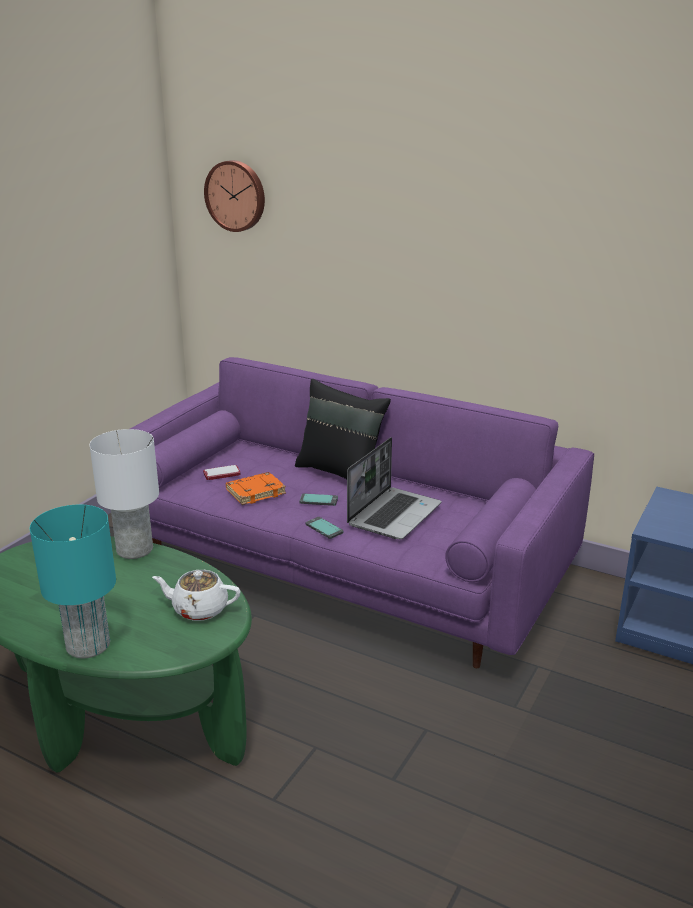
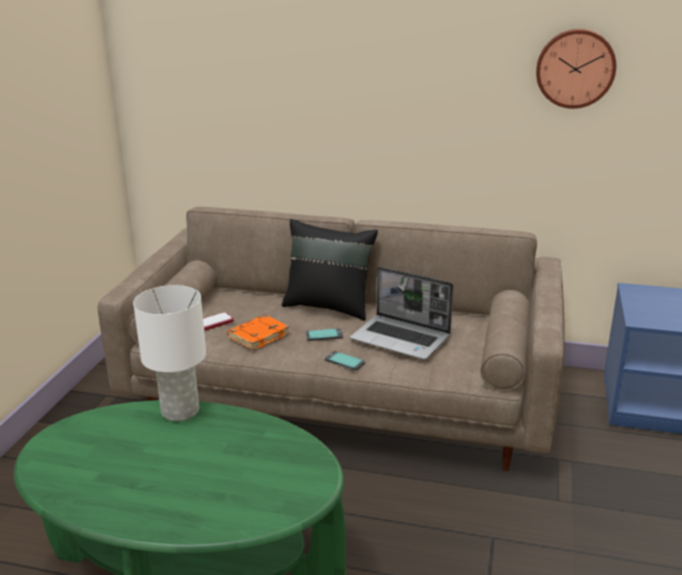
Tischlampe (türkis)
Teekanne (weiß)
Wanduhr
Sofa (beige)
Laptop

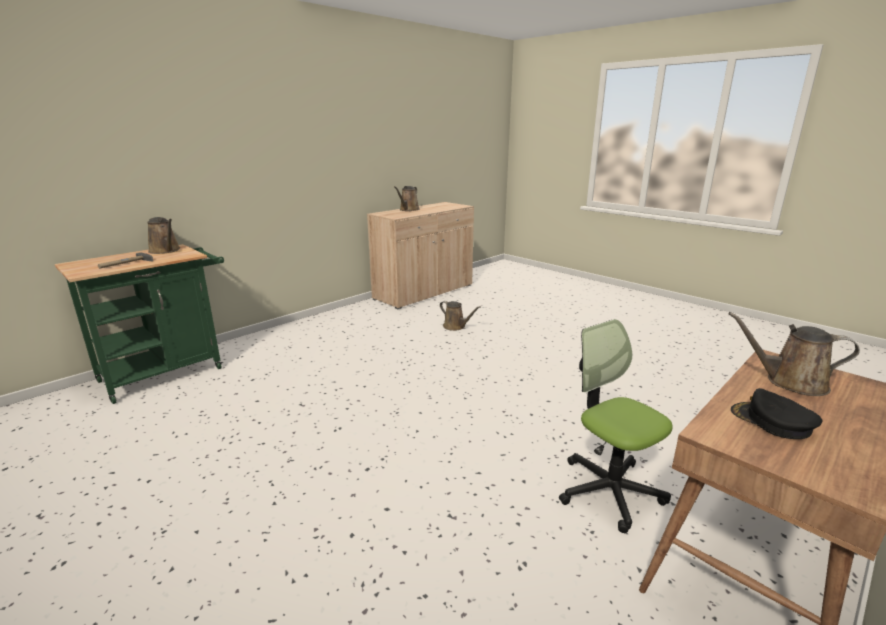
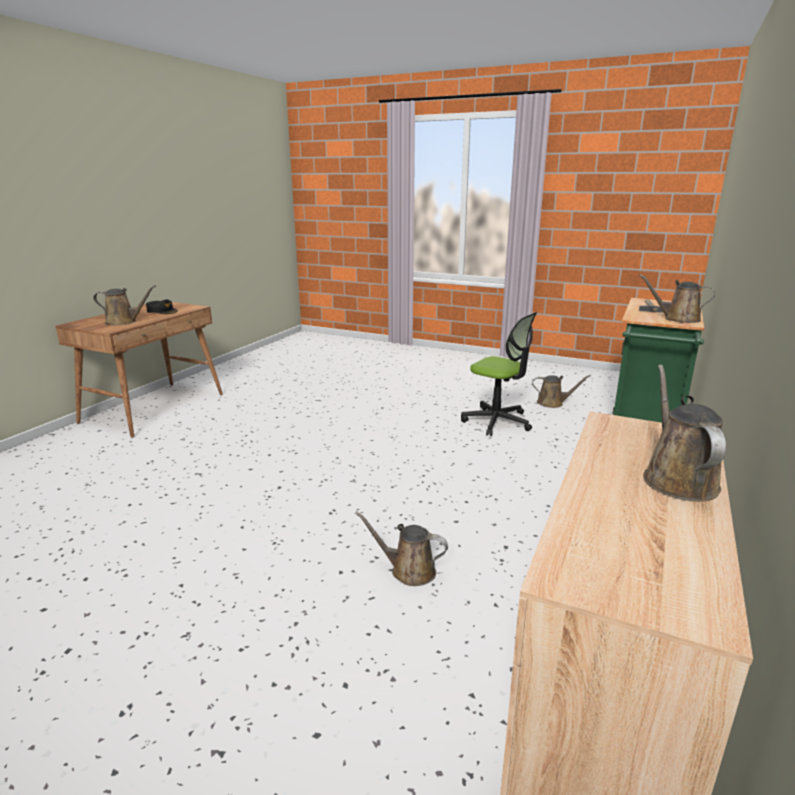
Gießkanne (braun) (3rd from left)
Bürostuhl

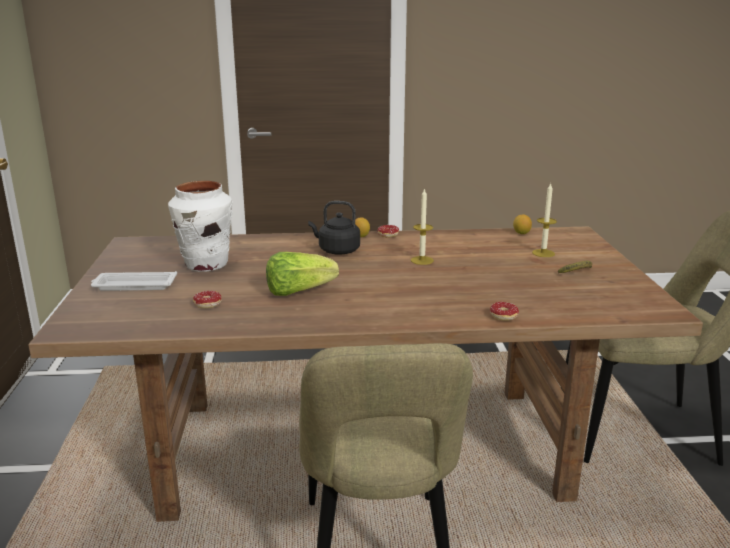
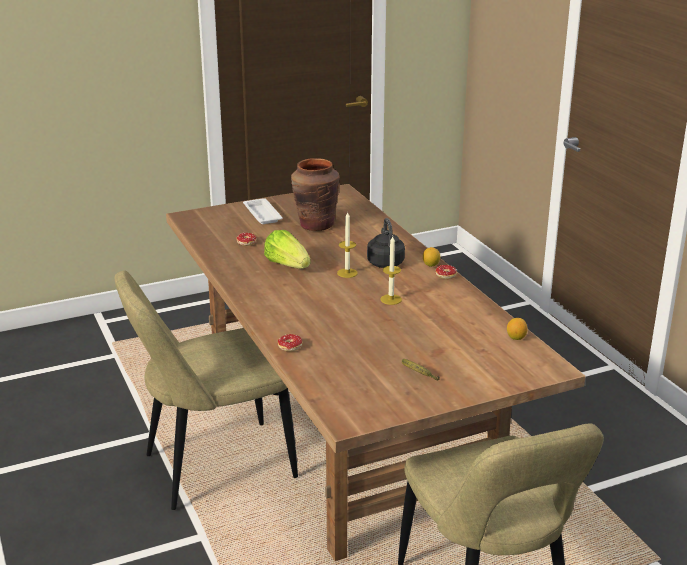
Kerze (1st from left)
Vase (braun)

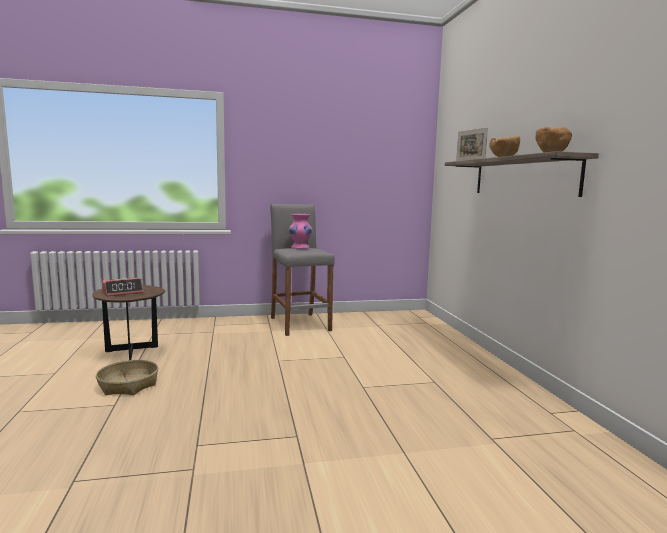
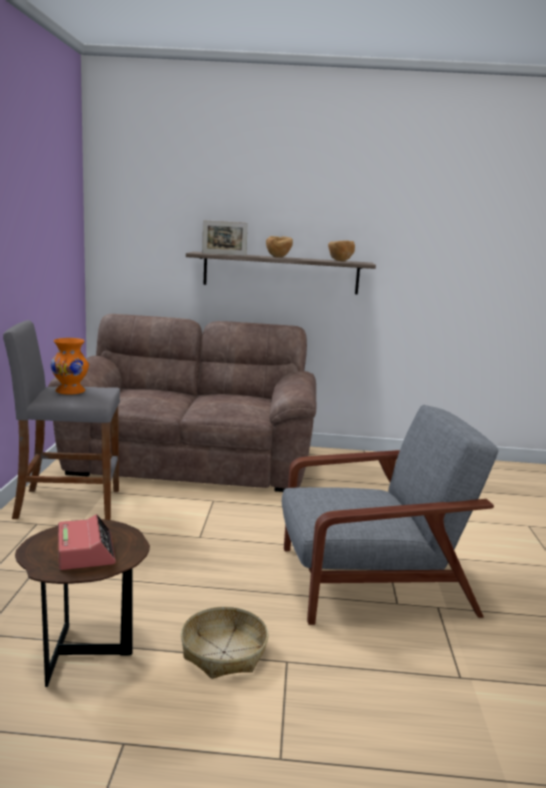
Sofa (braun)
Sessel (grau)
Vase (orange)

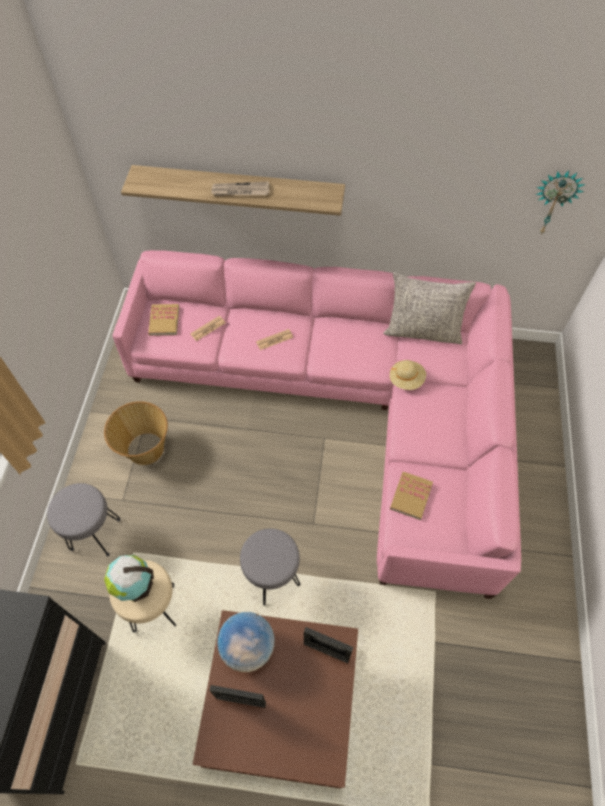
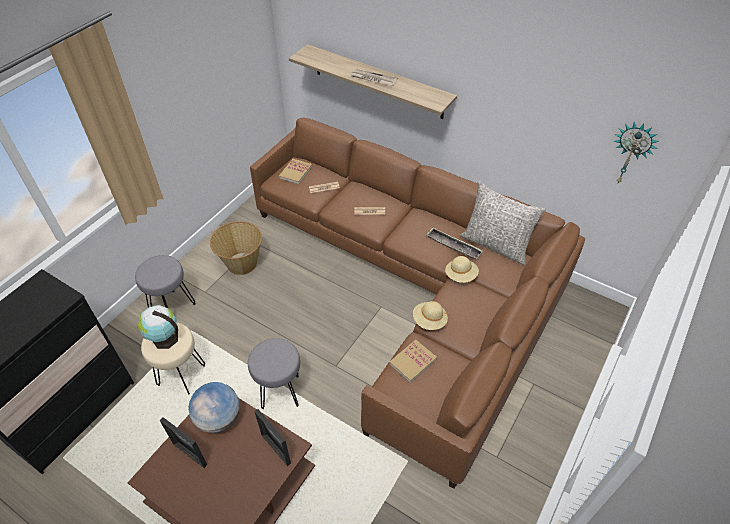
Hut (beige) (1st from left)
Tablett
Sofa (braun)

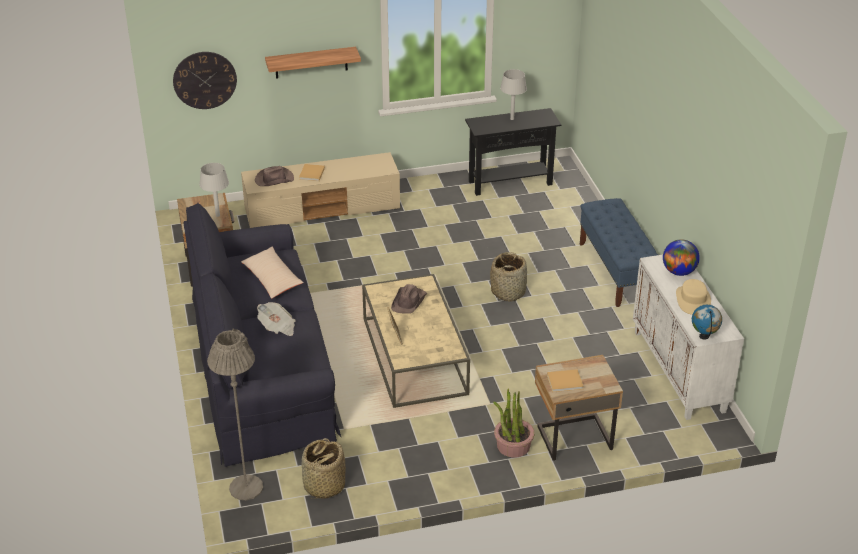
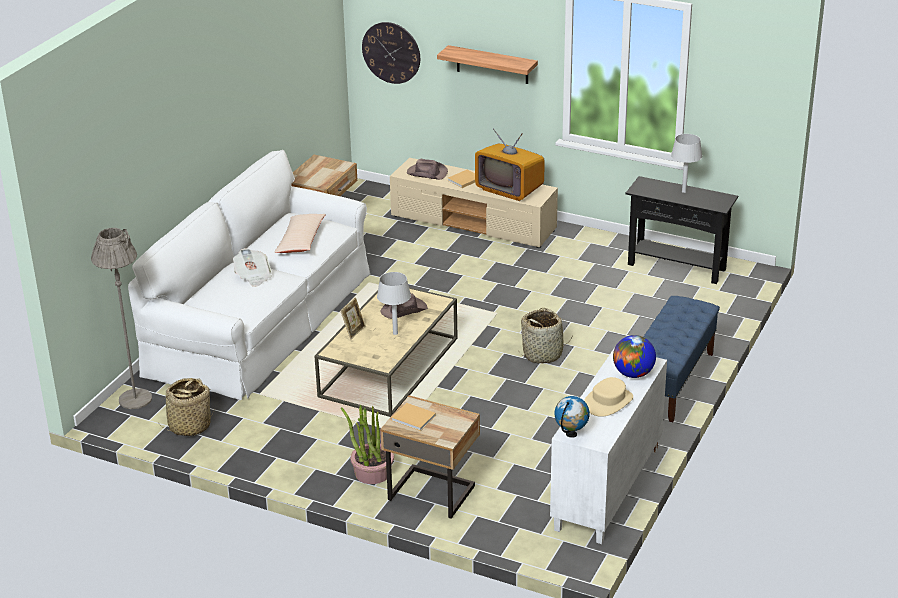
Fernseher
Tischlampe (grau) (1st from left)
Sofa (weiß)

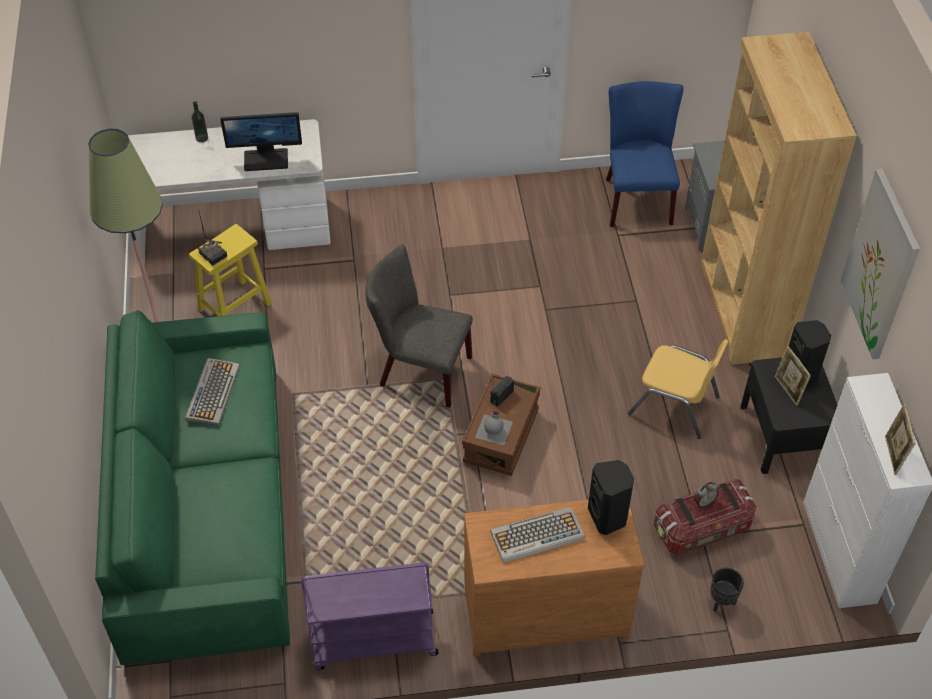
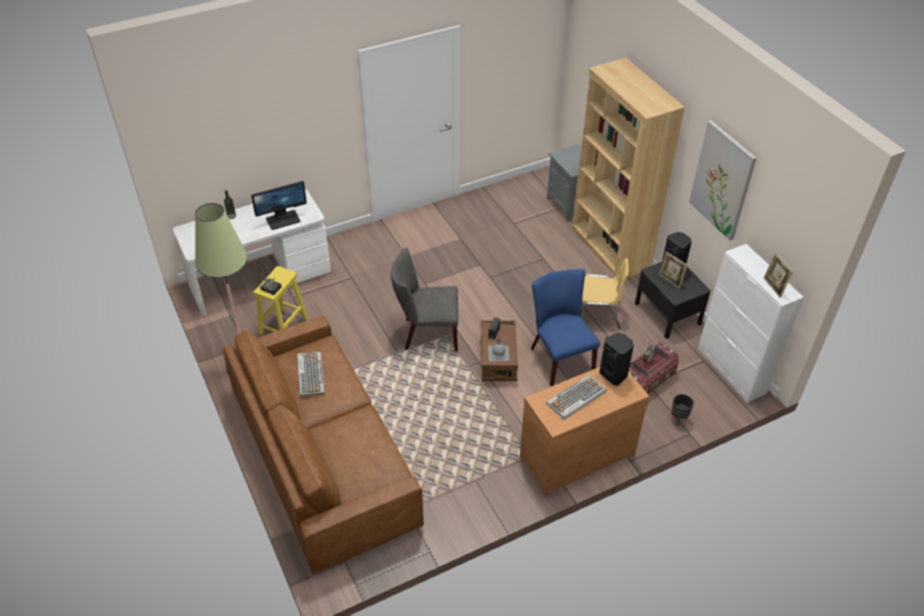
Rollwagen (lila)
Stuhl (blau)
Sofa (braun)

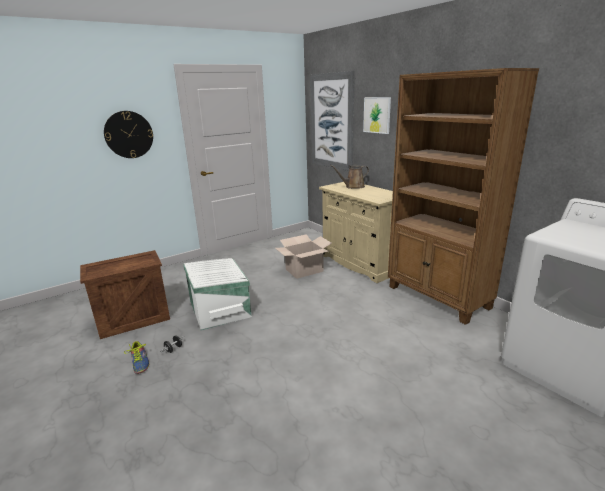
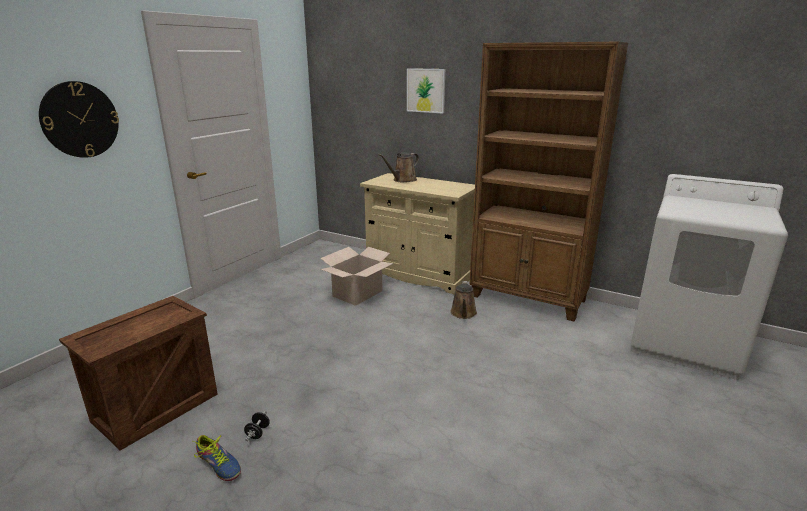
Aufbewahrungsbox (weiß)
Bild (1st from left in the first image)
Gießkanne (braun) (2nd from left)

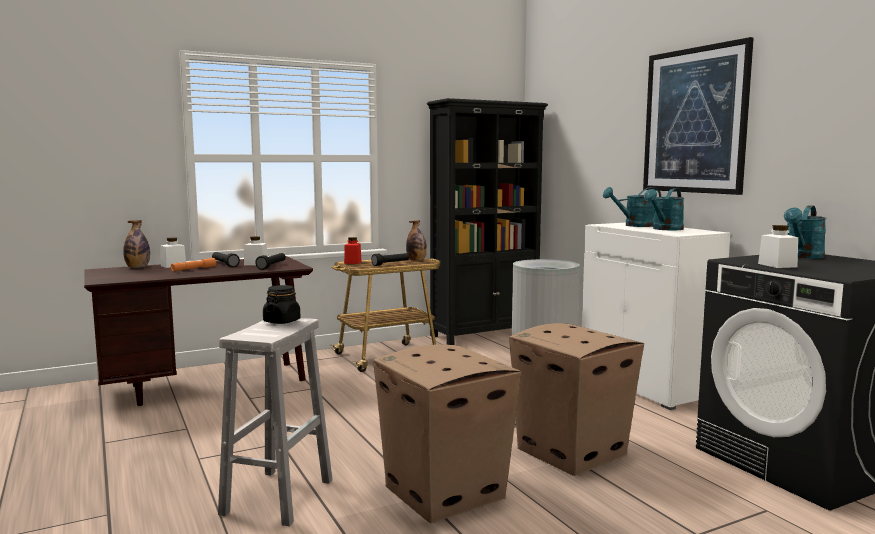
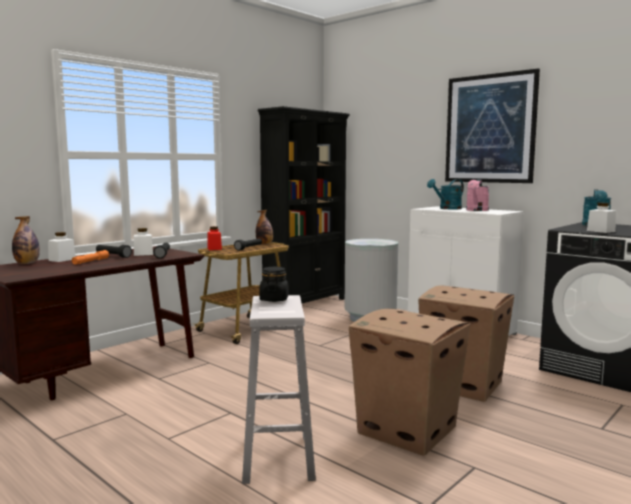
Gießkanne (rosa)

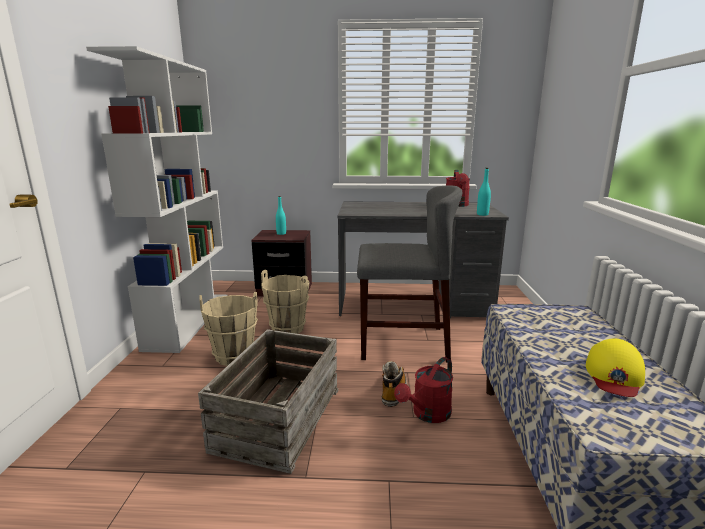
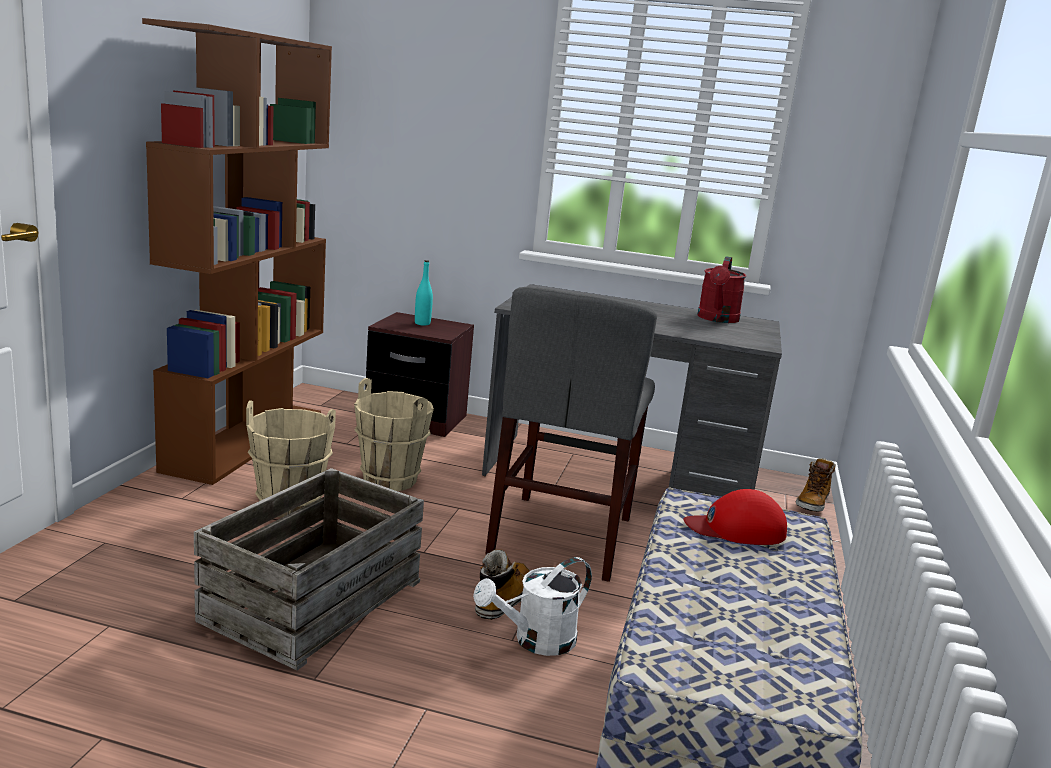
Flasche (türkis) (2nd from left in the first image)
Kappe (gelb)
Kappe (rot)
Stiefel (2nd from left)
Bücherregal (braun)
Gießkanne (weiß)
Stuhl (grau)

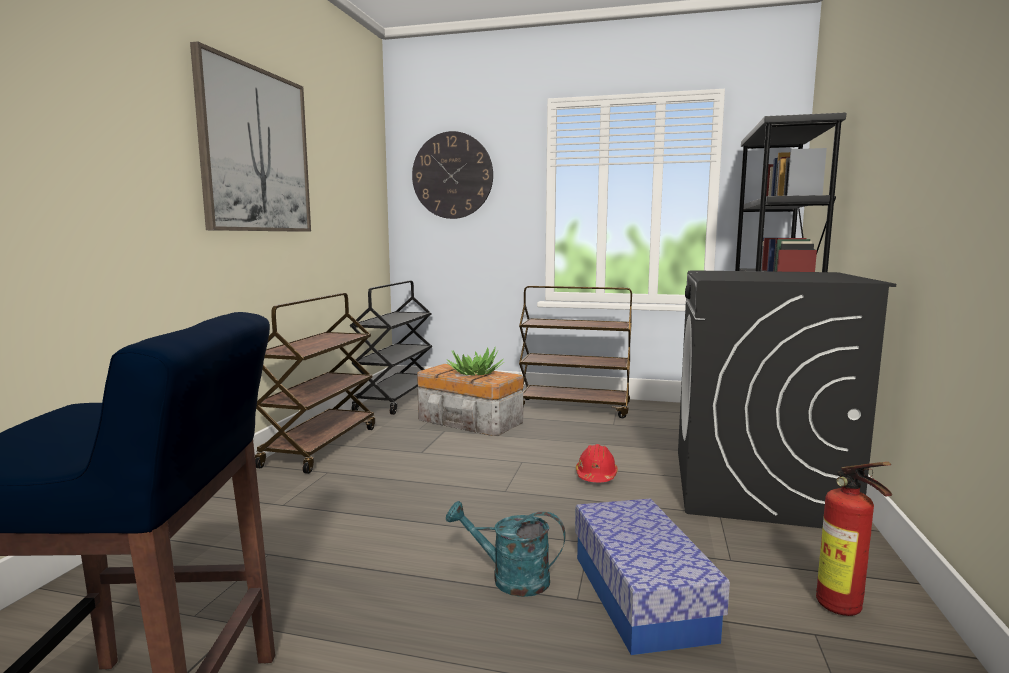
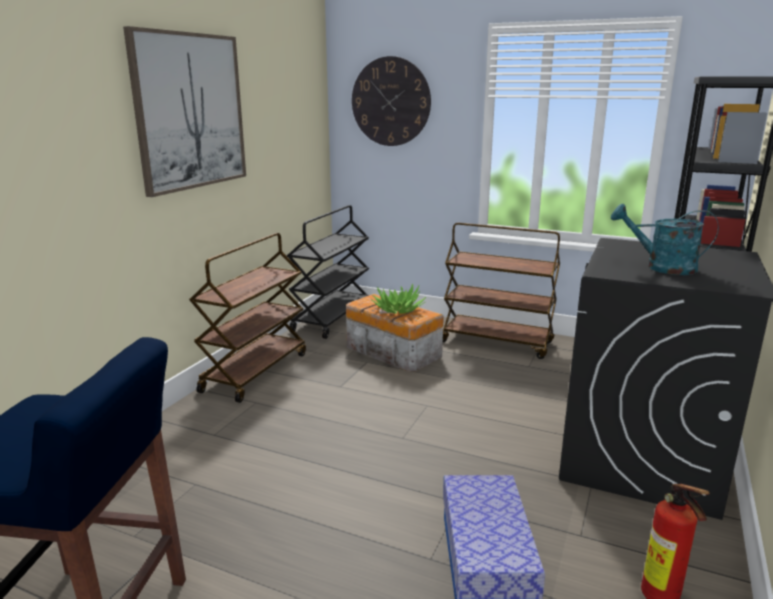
Schutzhelm (rot)
Gießkanne (türkis)

